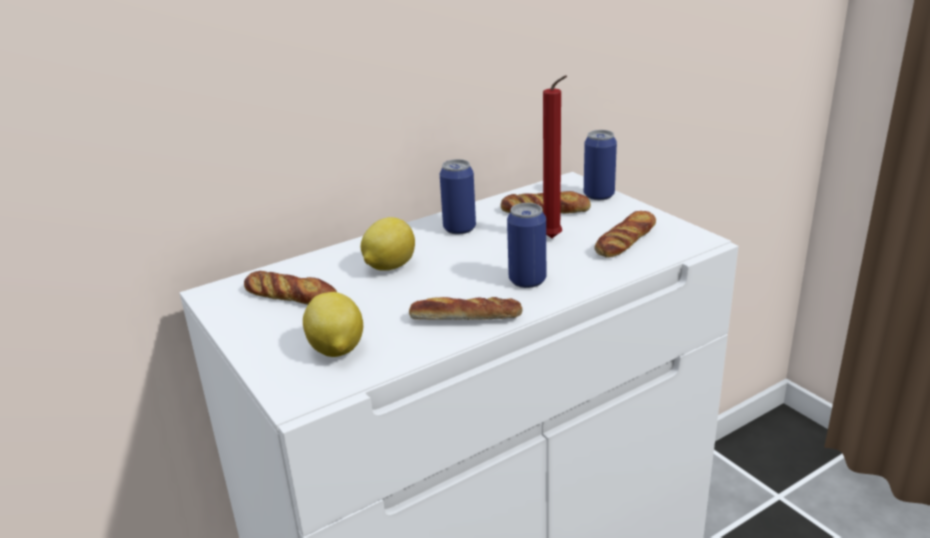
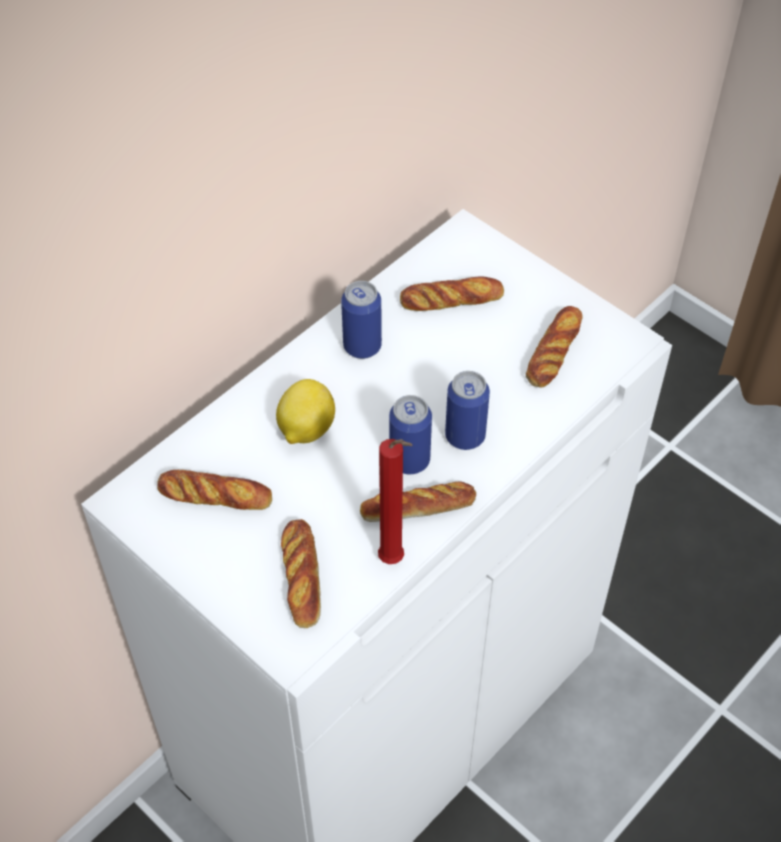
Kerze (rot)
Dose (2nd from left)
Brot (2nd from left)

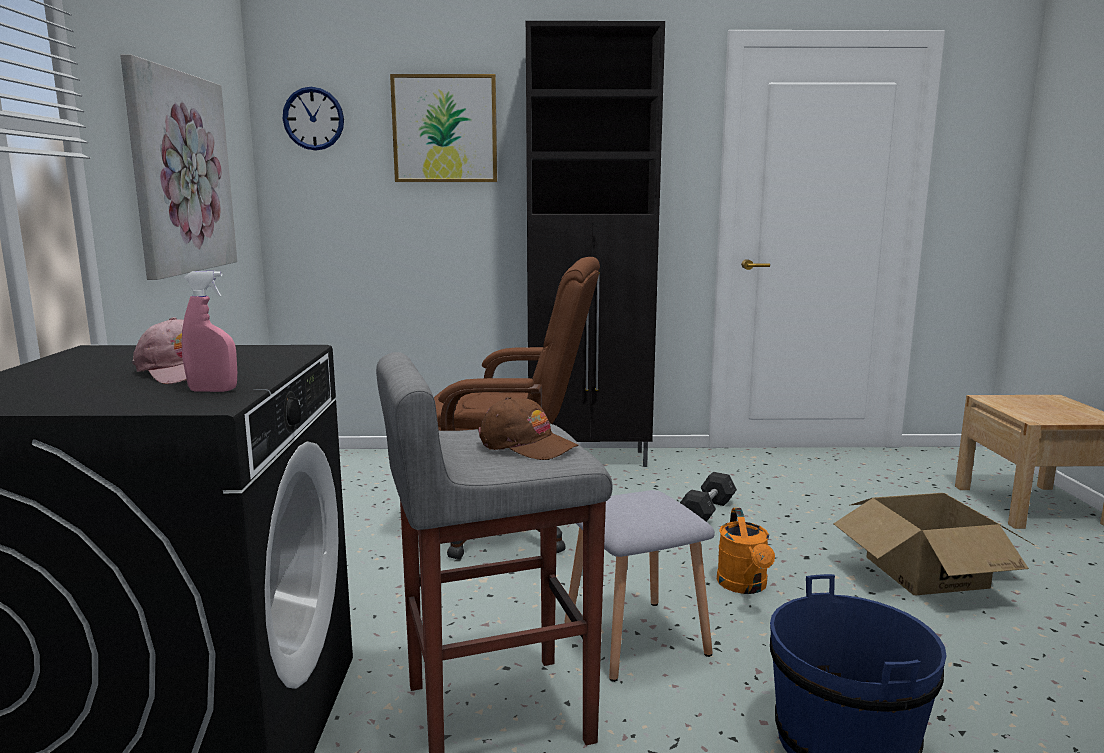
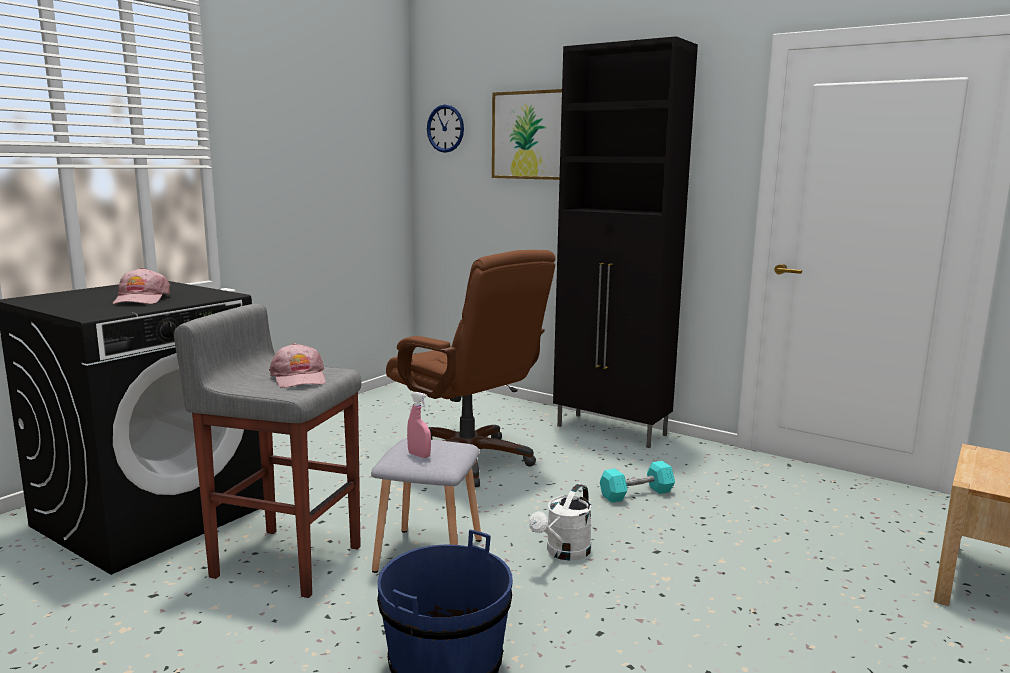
Bild (1st from left in the first image)
Karton
Sprühflasche (rosa)
Kappe (rosa) (2nd from left)
Hantel (türkis)
Gießkanne (weiß)

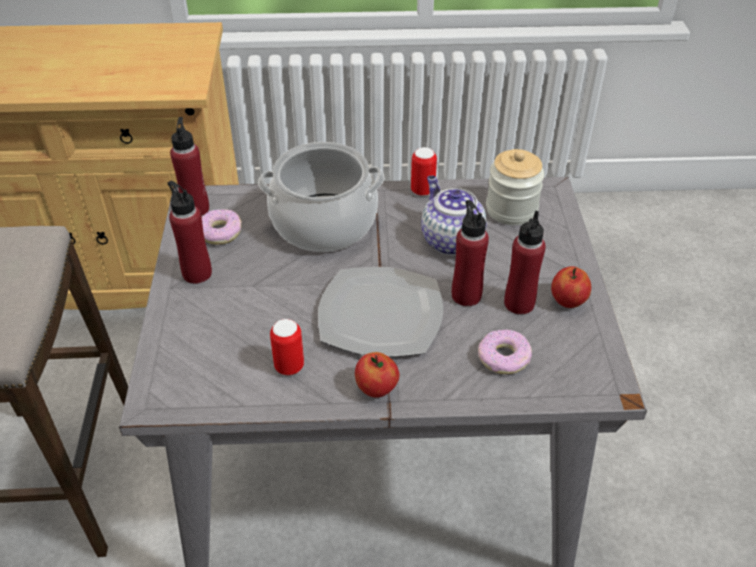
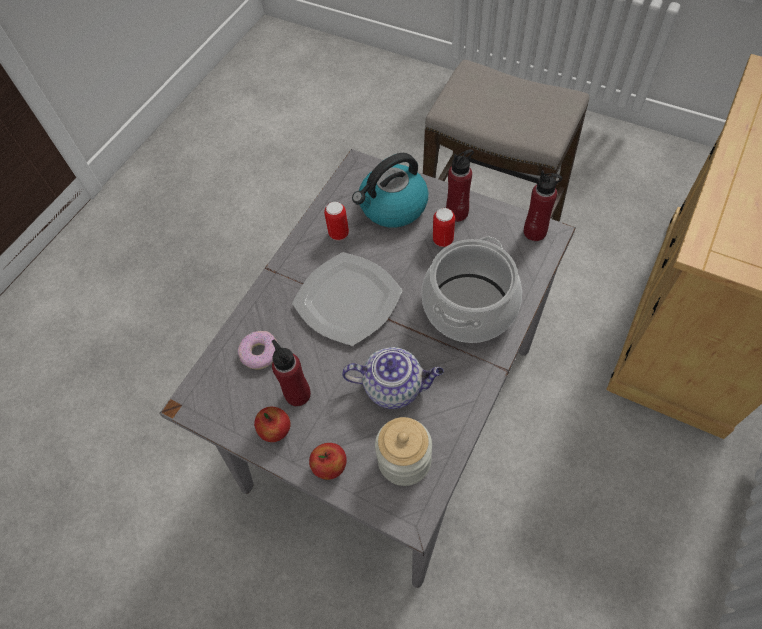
Donut (1st from left in the first image)
Flasche (rot) (3rd from left in the first image)
Wasserkessel
Apfel (2nd from left)
Dose (2nd from left)

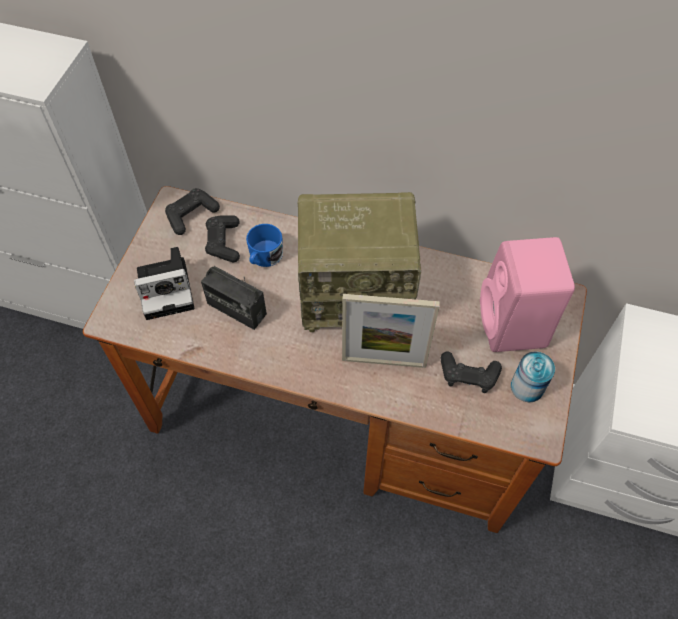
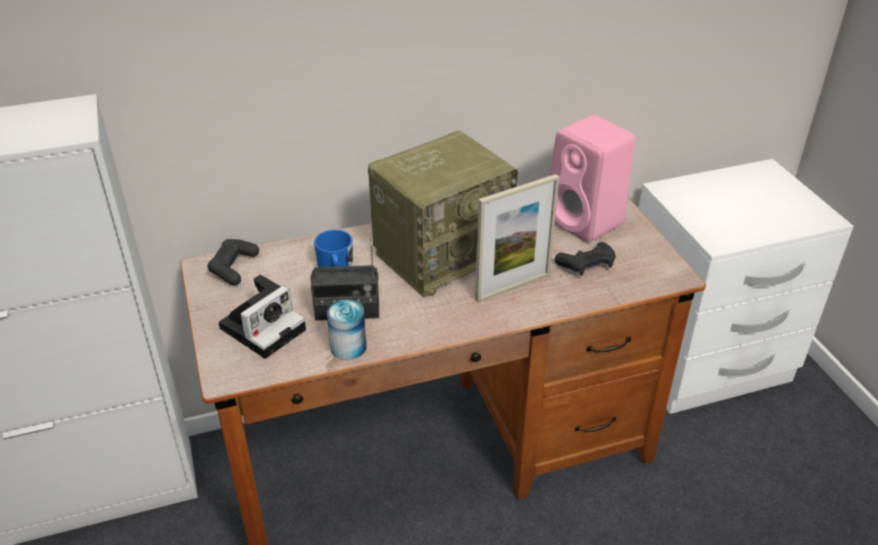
Gamepad (schwarz) (2nd from left in the first image)
Dose

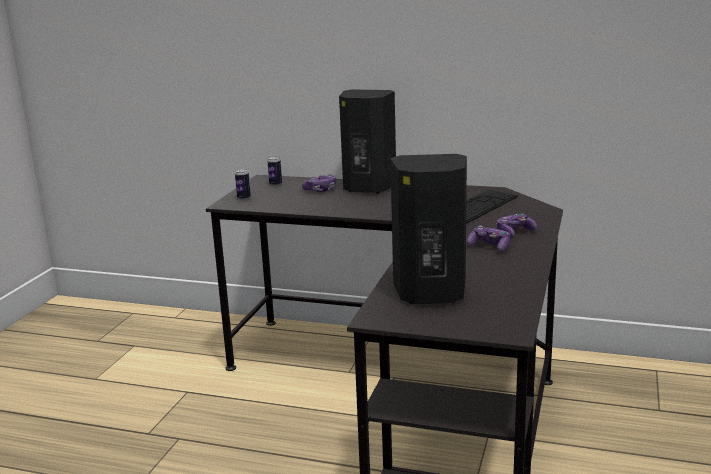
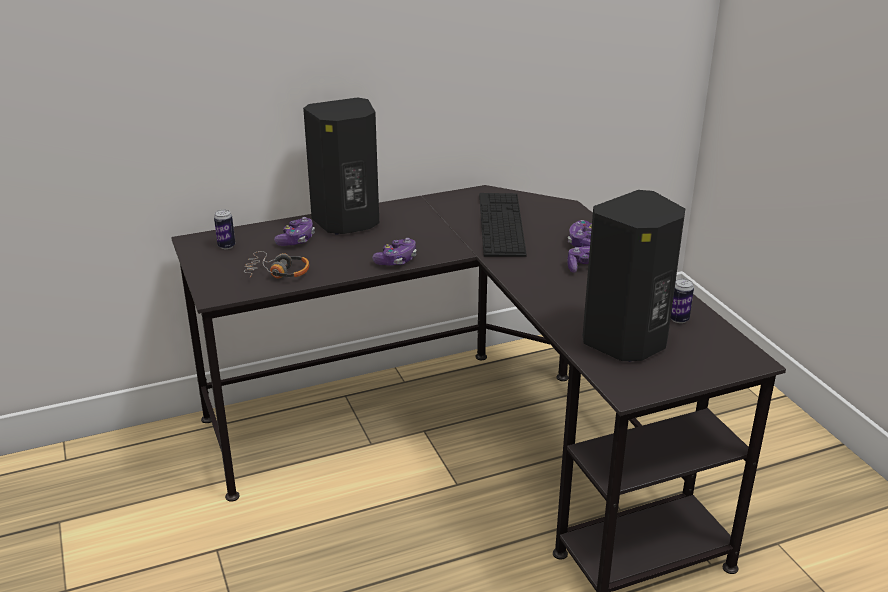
Kopfhörer
Gamepad (2nd from left)
Dose (2nd from left)

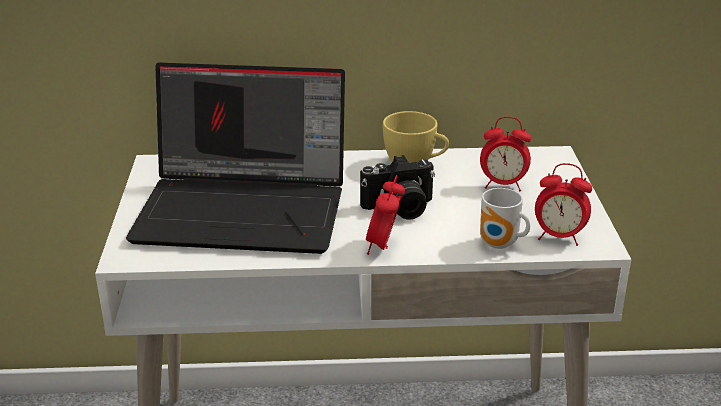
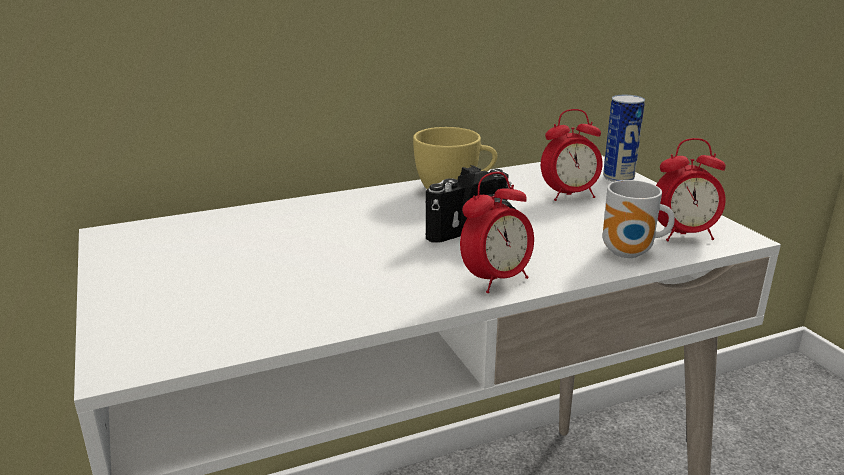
Laptop
Dose
Wecker (1st from left)

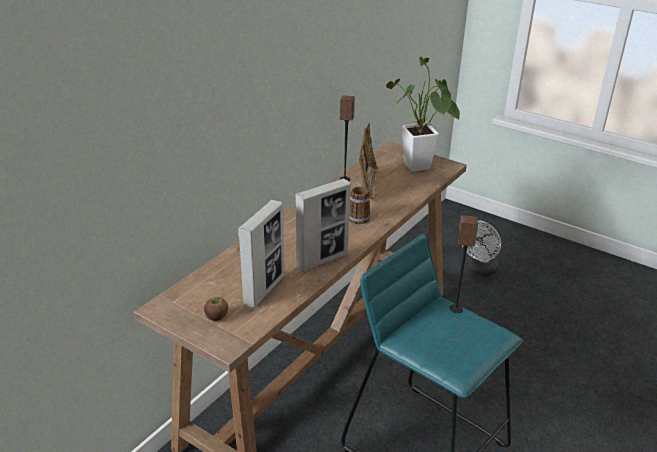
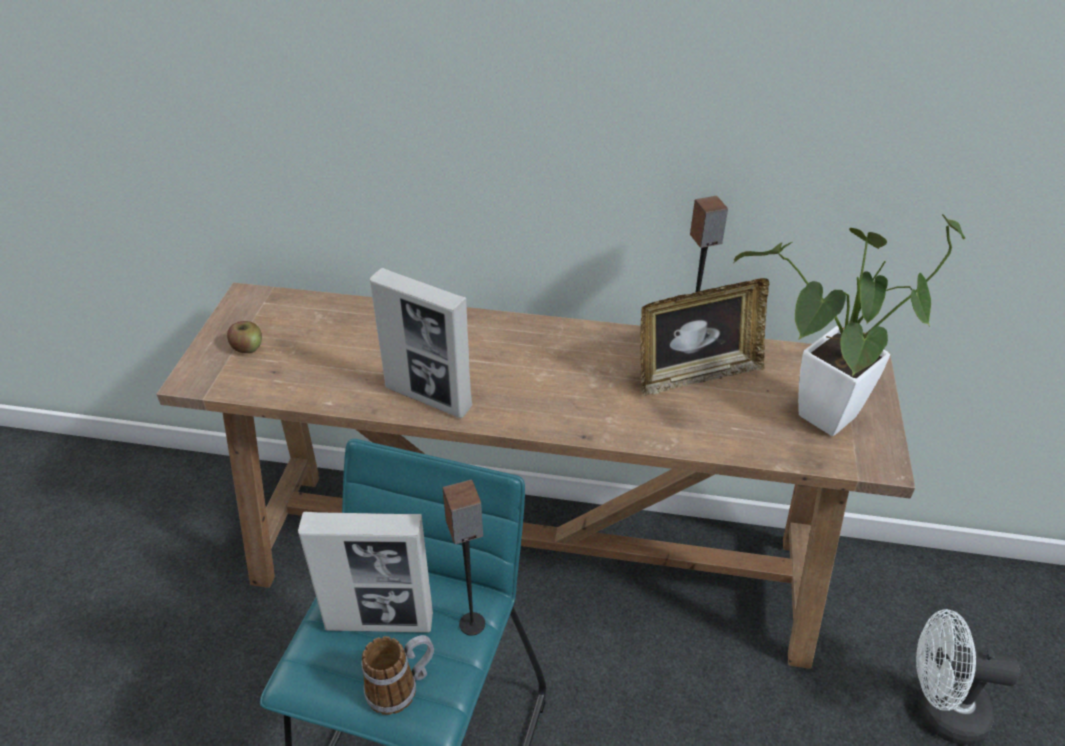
Bilderrahmen (1st from left)
Henkelbecher

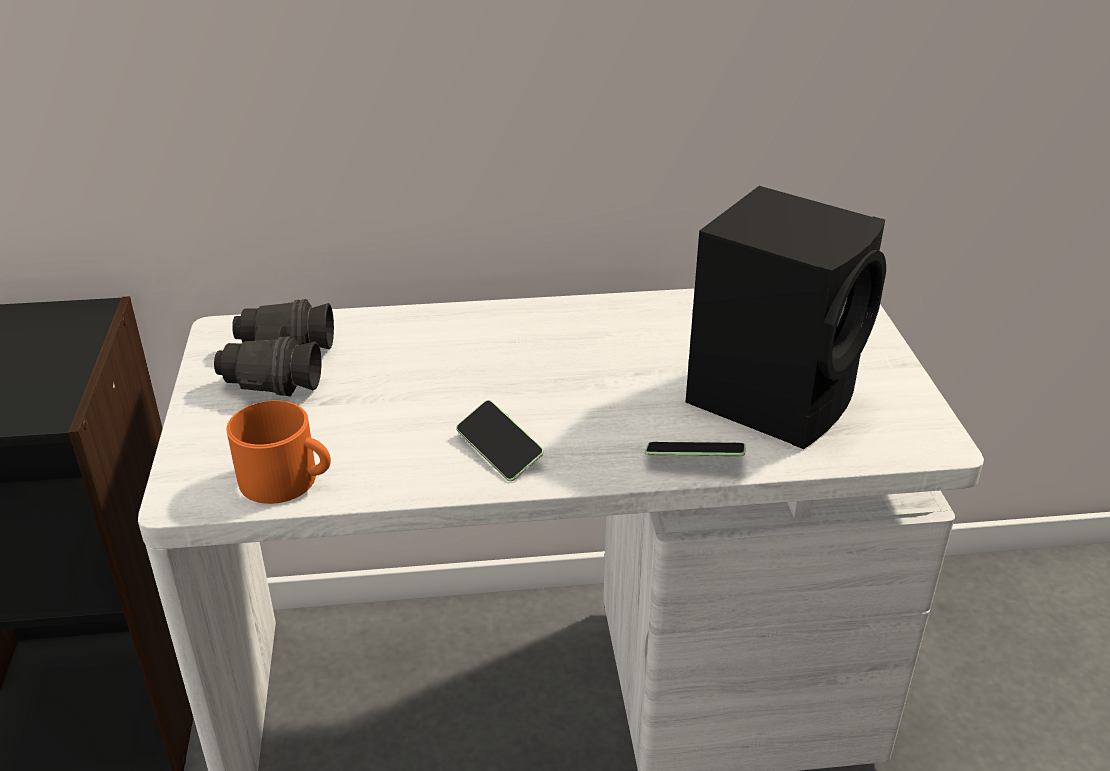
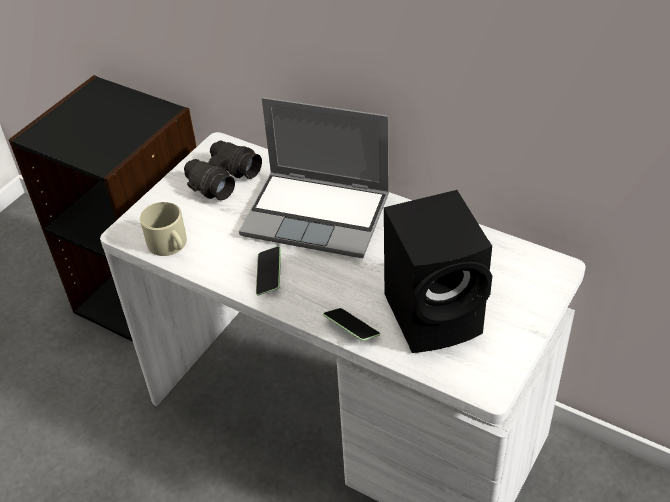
Laptop
Henkelbecher (beige)

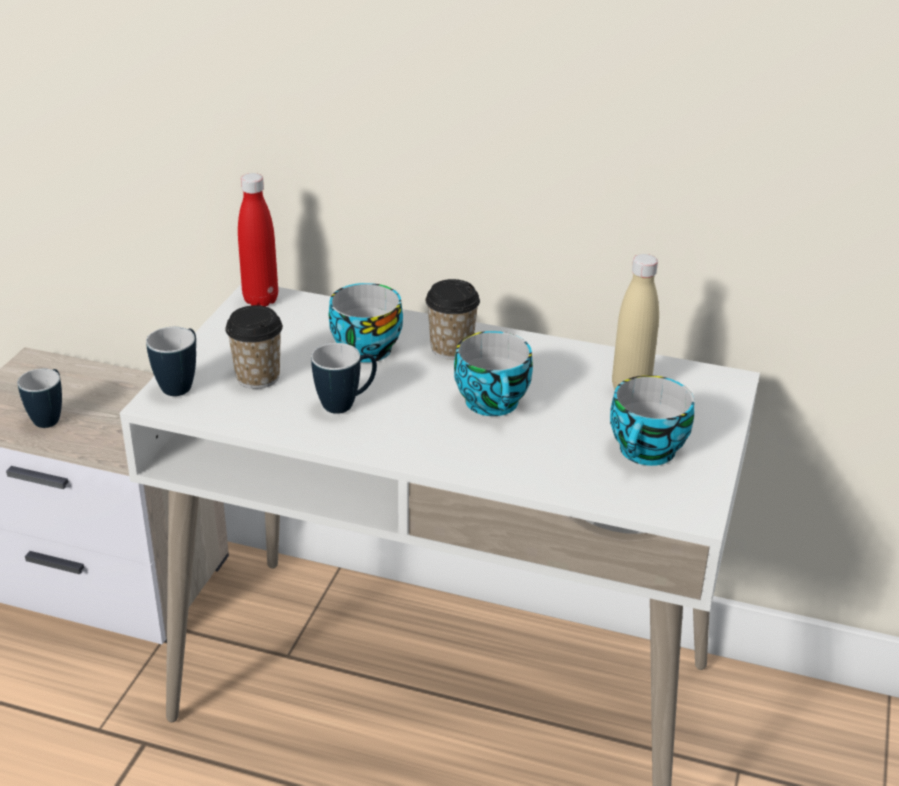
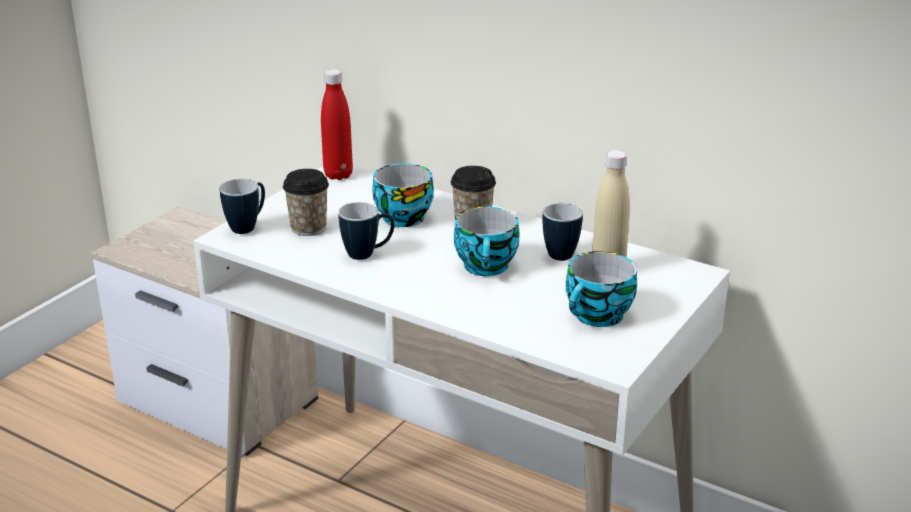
Henkelbecher (3rd from left)

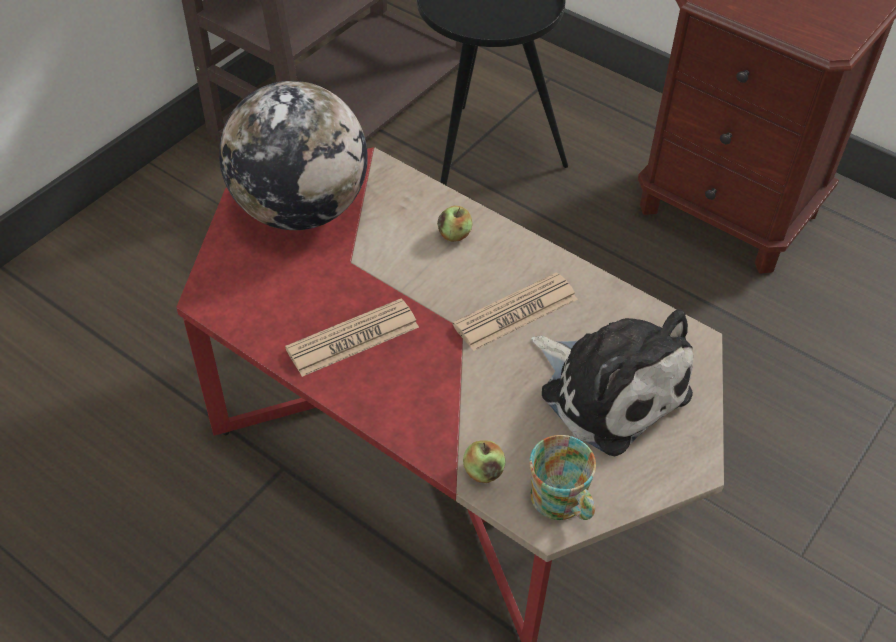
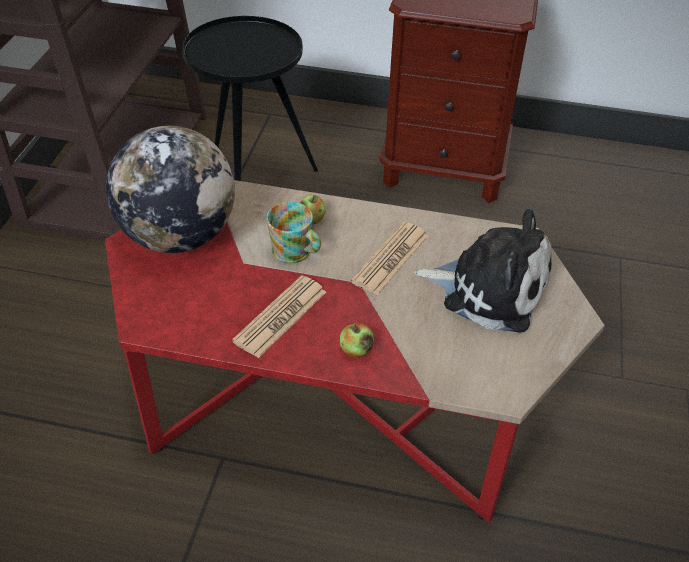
Apfel (2nd from left)
Henkelbecher

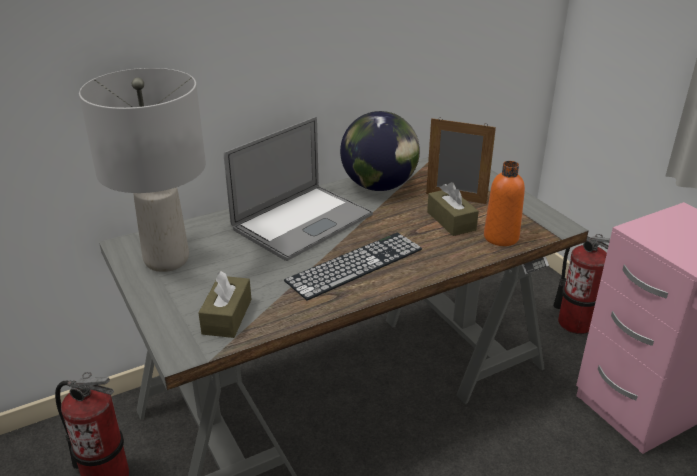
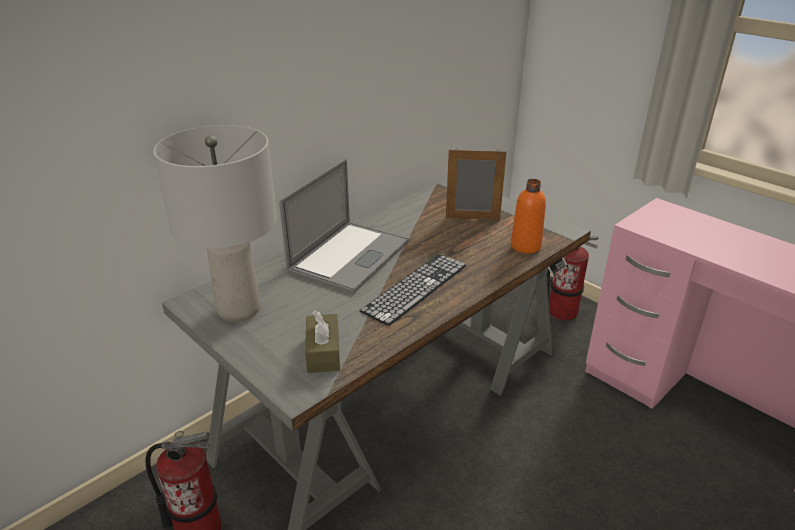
Globus
Taschentuchbox (braun) (2nd from left in the first image)

